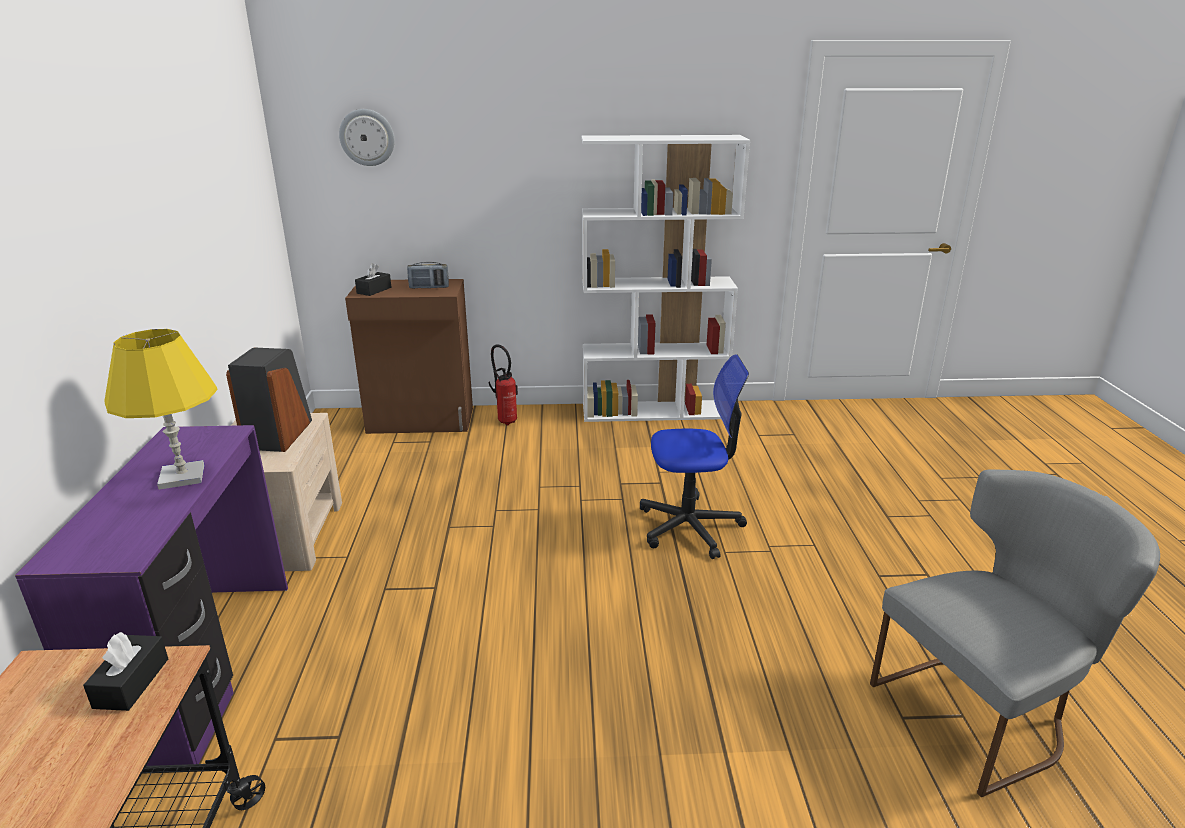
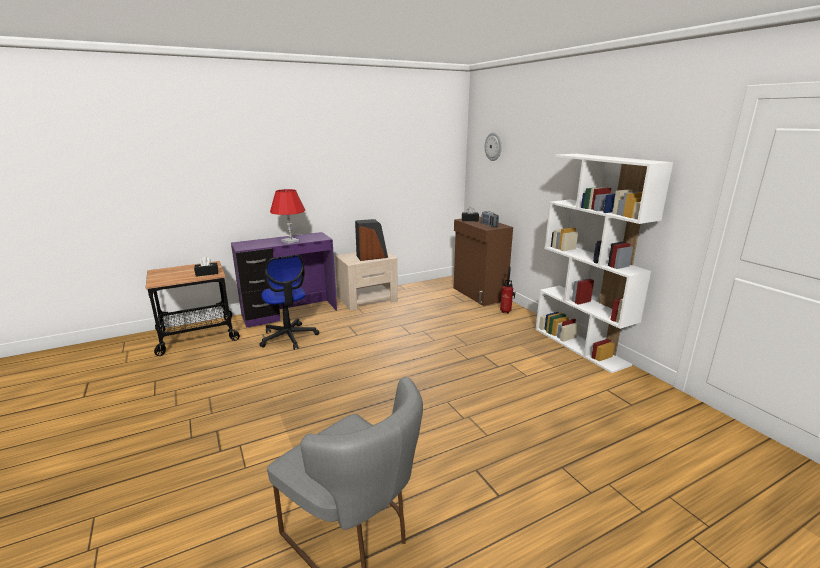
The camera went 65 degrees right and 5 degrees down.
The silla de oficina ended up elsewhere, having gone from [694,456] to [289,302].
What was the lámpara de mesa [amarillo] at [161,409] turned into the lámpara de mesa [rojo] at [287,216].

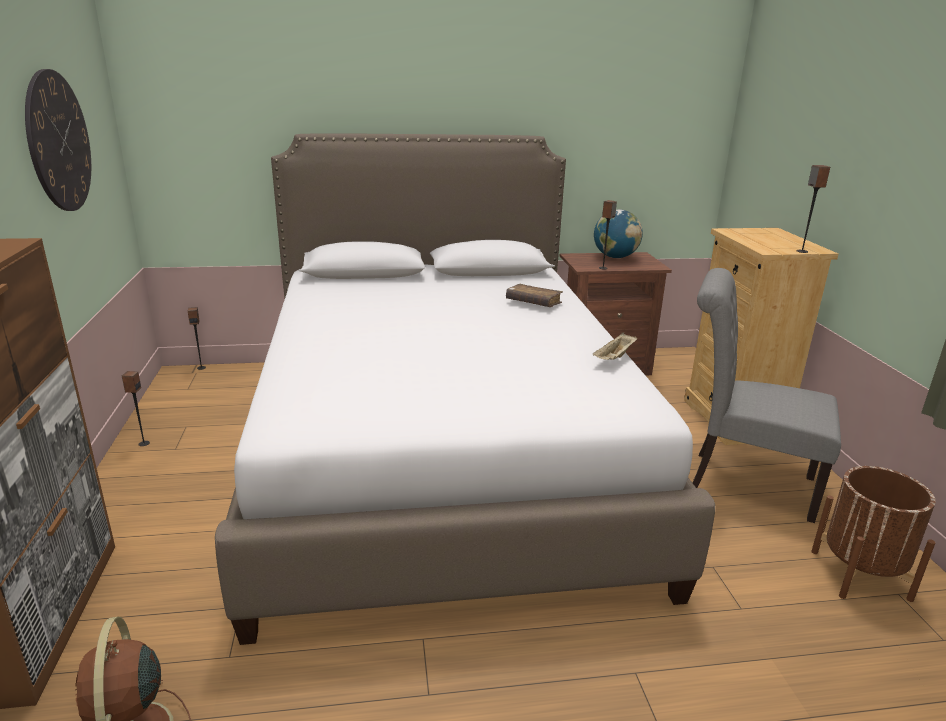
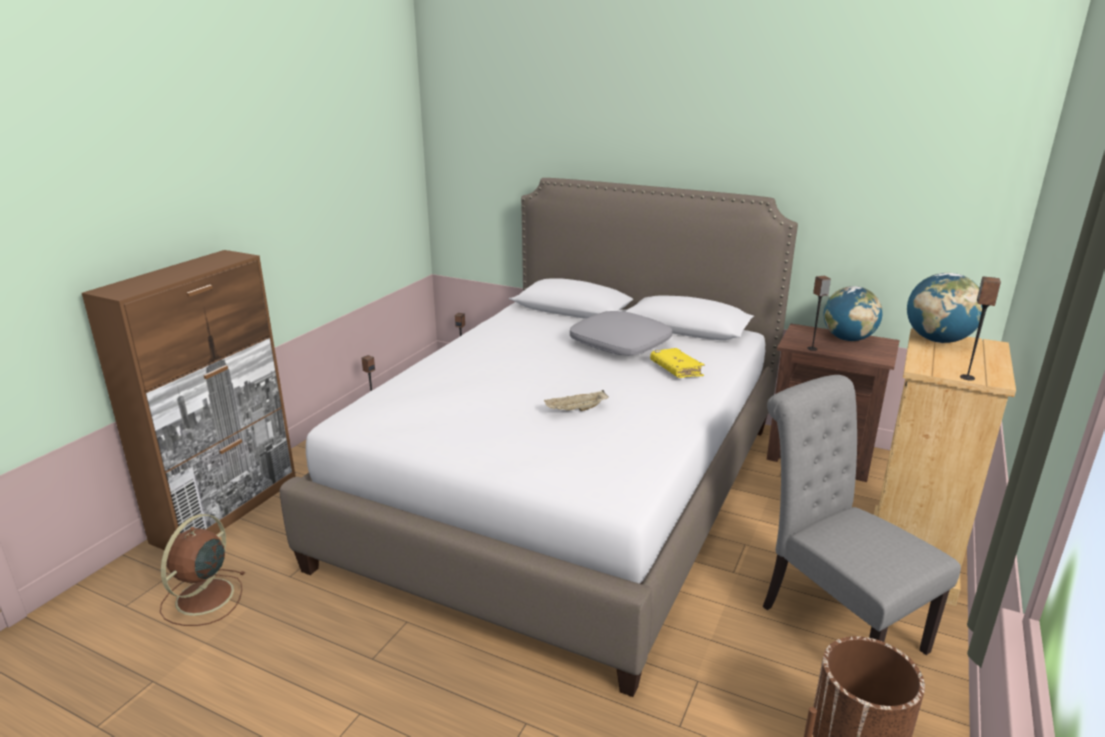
The camera went 35 degrees right and 0 degrees up.
The bandeja [beis] ended up elsewhere, having gone from [615,346] to [576,400].
The second view gained the cojín [gris] at [621,333].
What was the libro [marrón] at [534,295] turned into the libro [amarillo] at [677,363].
The second view gained the globo terráqueo at [944,308].
The second view lost the reloj de pared at [58,140].

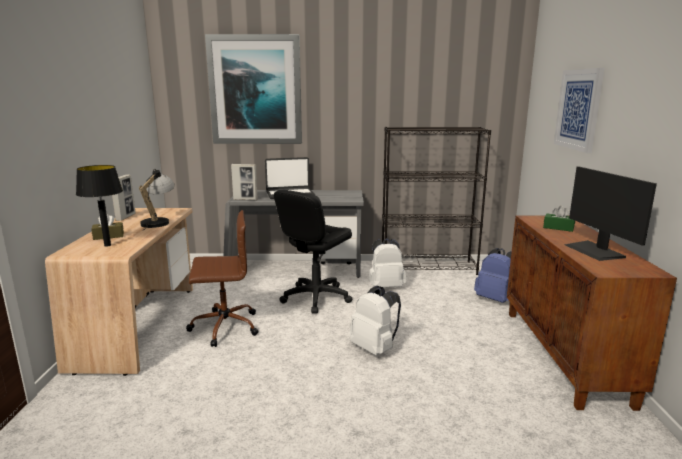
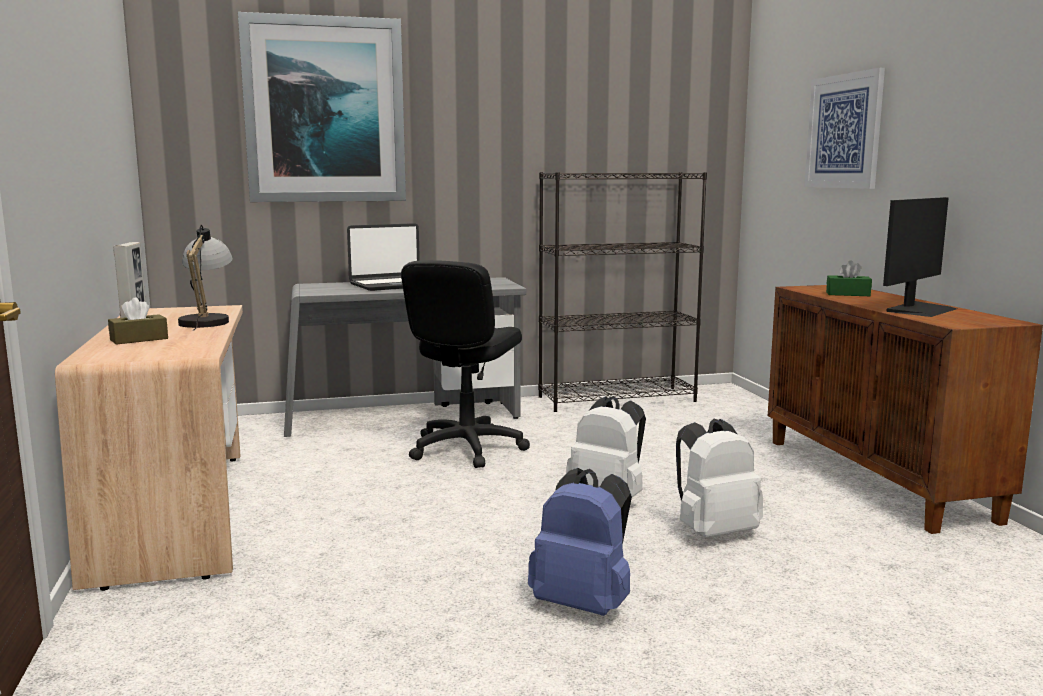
The camera went 15 degrees left and 5 degrees down.
The mochila [azul] ended up elsewhere, having gone from [493,275] to [580,542].
The mochila [blanco] ended up elsewhere, having gone from [387,263] to [719,478].
The monitor at [610,213] ended up facing another way, 105 degrees counterclockwise from before.
The second view lost the lámpara de mesa [negro] at [99,206].
The second view lost the silla de oficina [marrón] at [222,278].
The second view lost the portarretratos at [244,182].

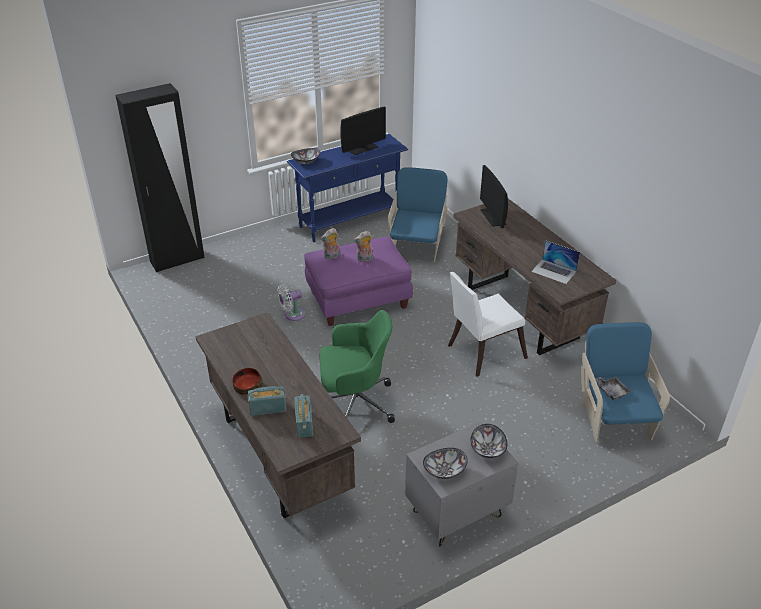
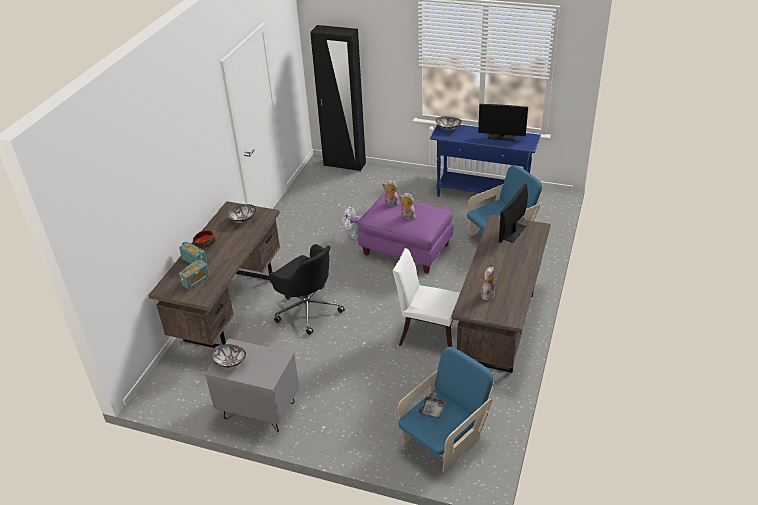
The camera went 50 degrees right and 0 degrees up.
The cuenco ended up elsewhere, having gone from [489,441] to [241,213].
What was the silla de oficina [verde] at [357,366] turned into the silla de oficina [negro] at [307,289].
Where the portátil stood at [555,262], the peluche came to stand at [487,283].

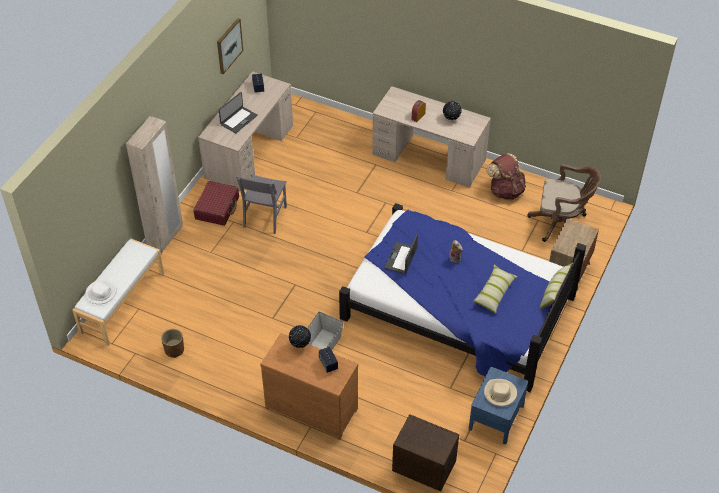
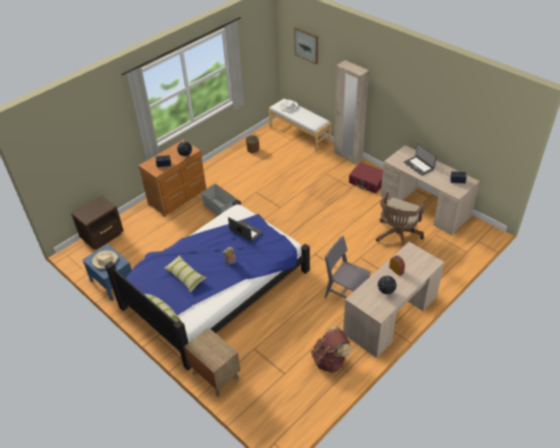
The camera went 110 degrees right and 5 degrees down.
The cuadro ended up elsewhere, having gone from [230,46] to [306,45].
The silla [gris] ended up elsewhere, having gone from [261,204] to [347,267].
The silla de oficina [marrón] ended up elsewhere, having gone from [564,203] to [400,219].

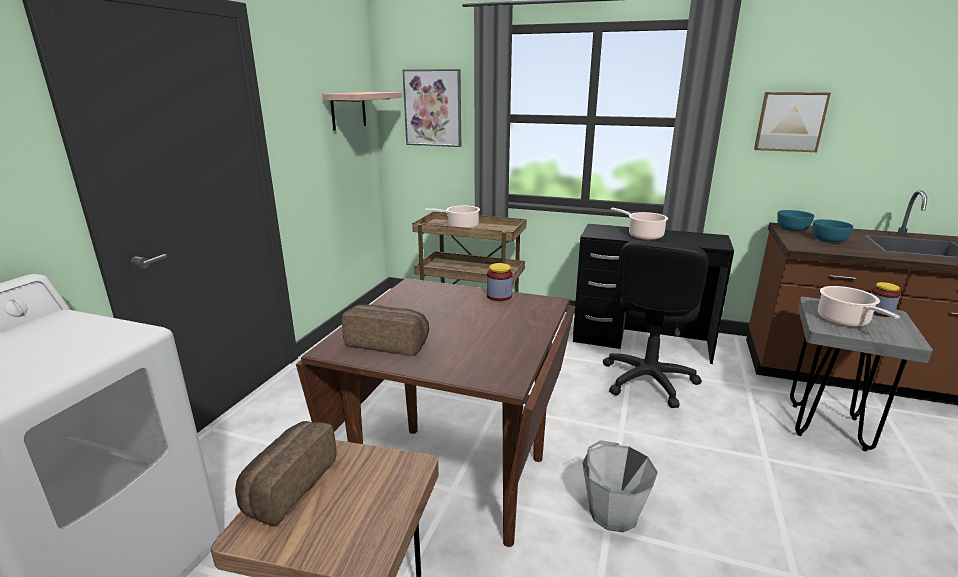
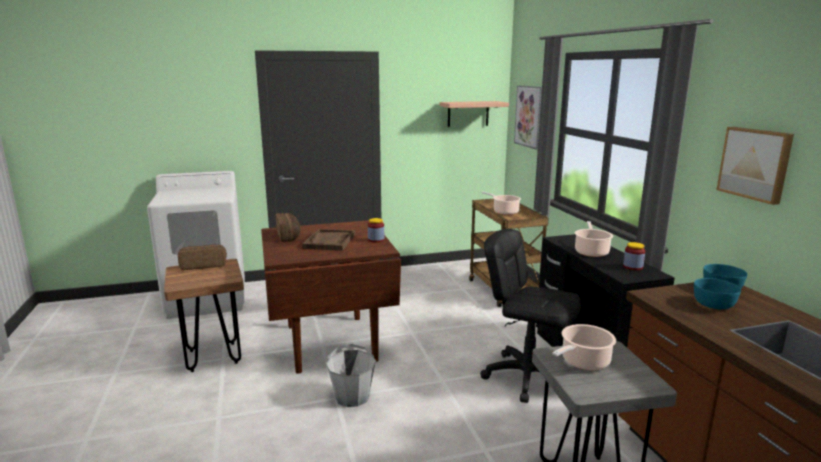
The camera went 55 degrees right and 5 degrees down.
The second view gained the bandeja [marrón] at [328,240].
The silla de oficina [negro] at [656,324] ended up facing another way, 45 degrees clockwise from before.
The tarro ended up elsewhere, having gone from [885,299] to [634,256].

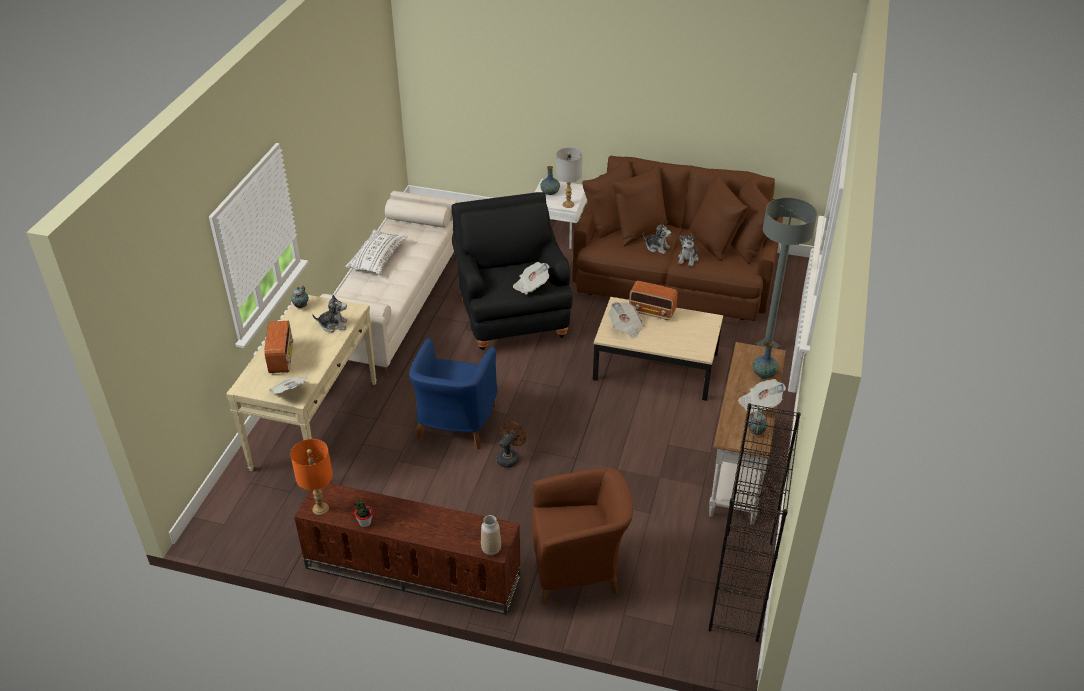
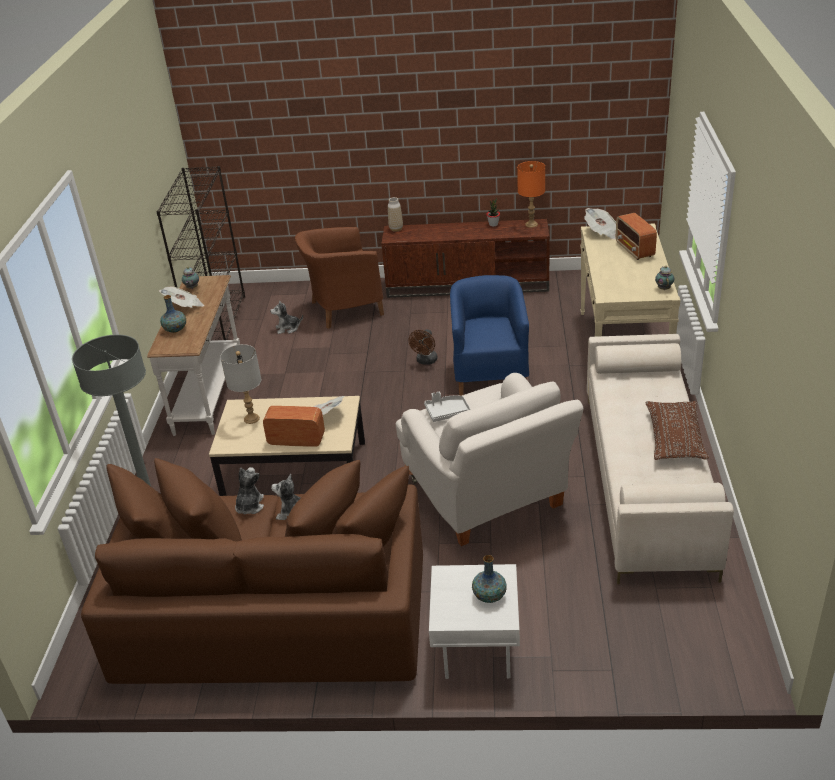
The camera went 170 degrees right and 5 degrees down.
The lámpara de mesa [gris] ended up elsewhere, having gone from [569,178] to [240,384].
The peluche ended up elsewhere, having gone from [329,313] to [286,317].
What was the sillón [negro] at [512,271] turned into the sillón [blanco] at [490,459].
Where the periódico stood at [531,278], the bandeja [gris] came to stand at [447,407].
What was the cojín [blanco] at [376,252] turned into the cojín [marrón] at [677,430].

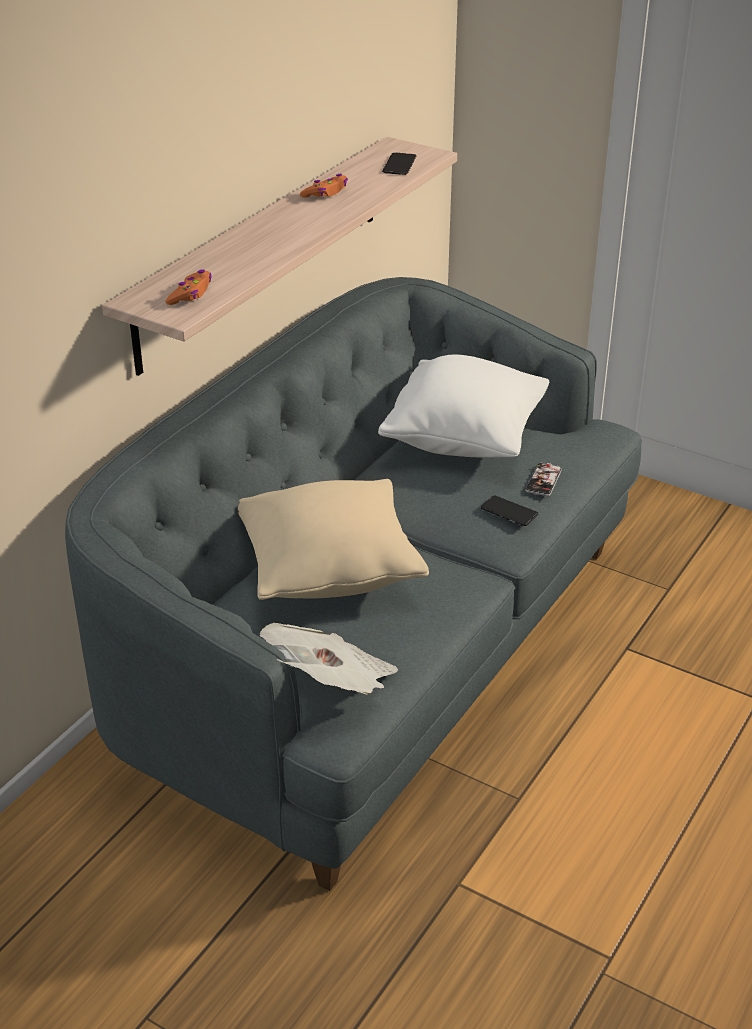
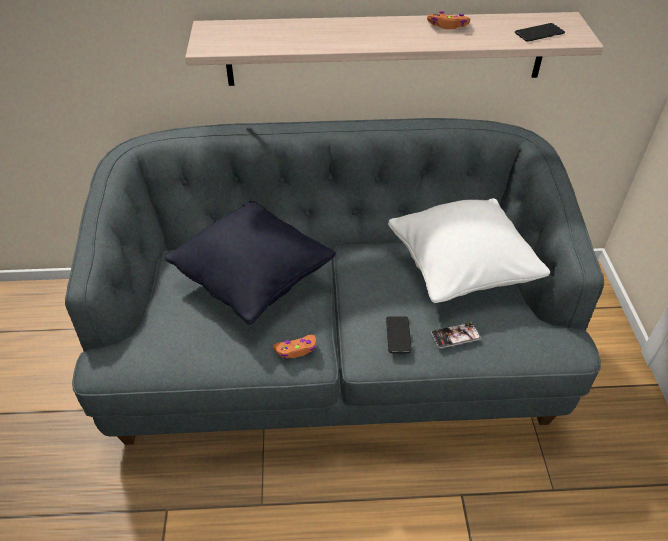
The camera went 55 degrees right and 10 degrees up.
What was the cojín [beis] at [333,539] turned into the cojín [negro] at [250,262].
The mando de consola [naranja] ended up elsewhere, having gone from [188,287] to [294,347].
The second view lost the periódico at [329,658].

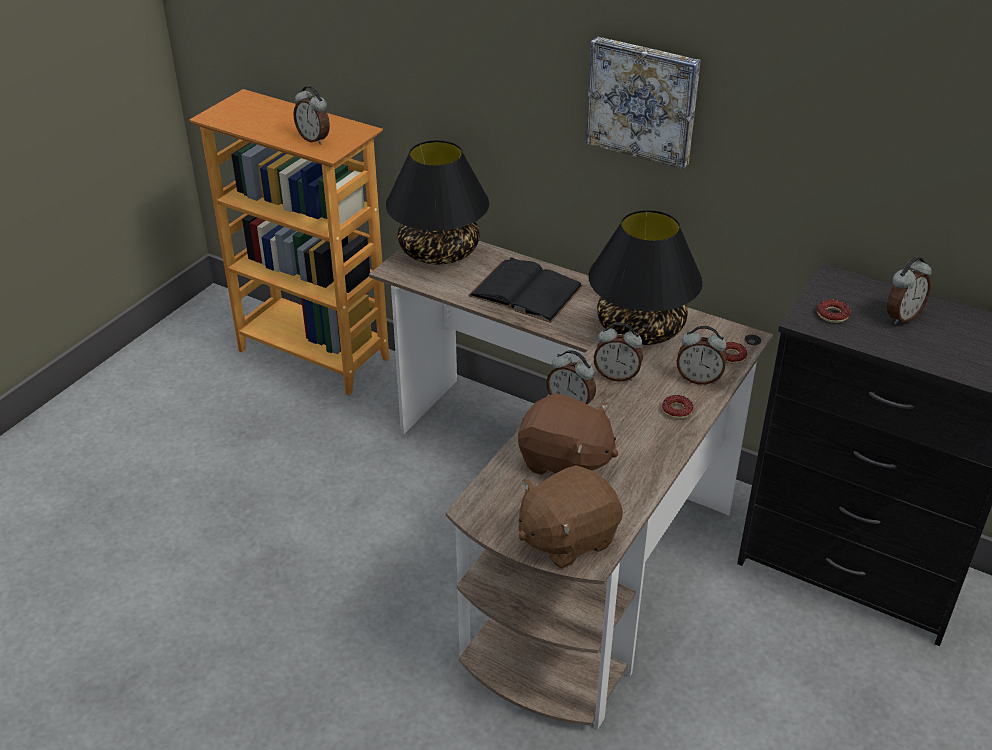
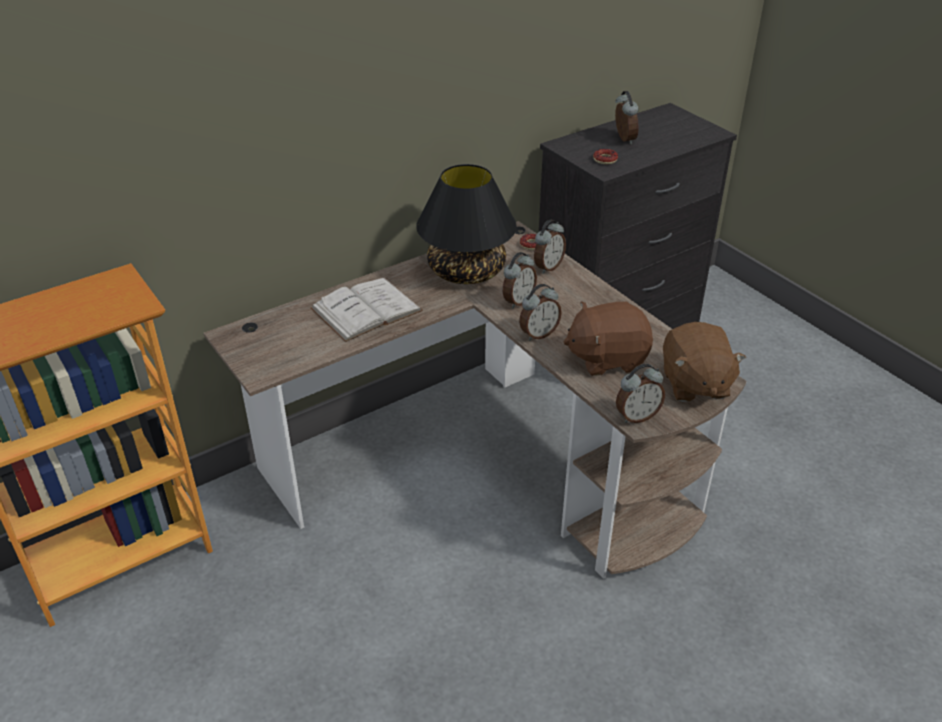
The camera went 65 degrees left and 0 degrees up.
What was the libro [negro] at [525,290] turned into the libro [blanco] at [366,310].
The peluche [marrón] at [568,434] ended up facing another way, 150 degrees counterclockwise from before.
The despertador ended up elsewhere, having gone from [311,115] to [640,393].
The second view lost the lámpara de mesa [negro] at [438,202].
The second view lost the cuadro at [643,102].
The second view lost the rosquilla at [677,407].

